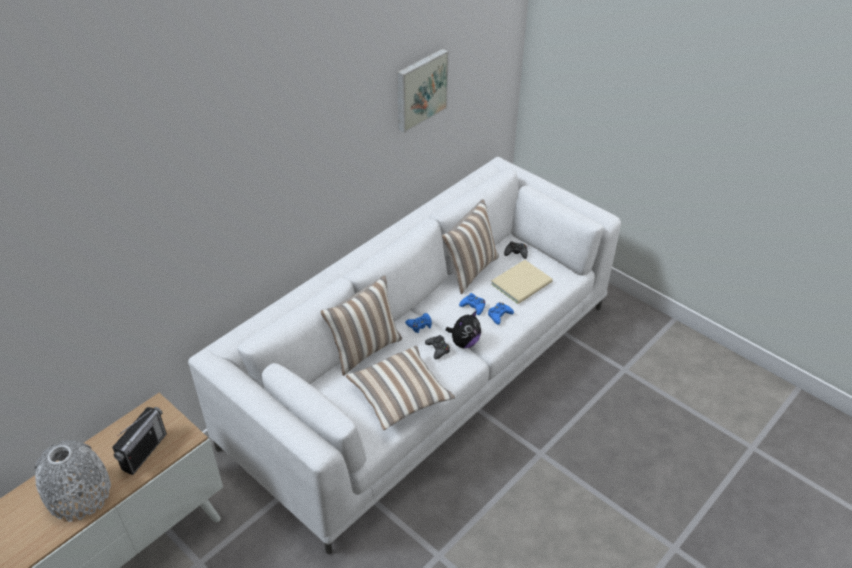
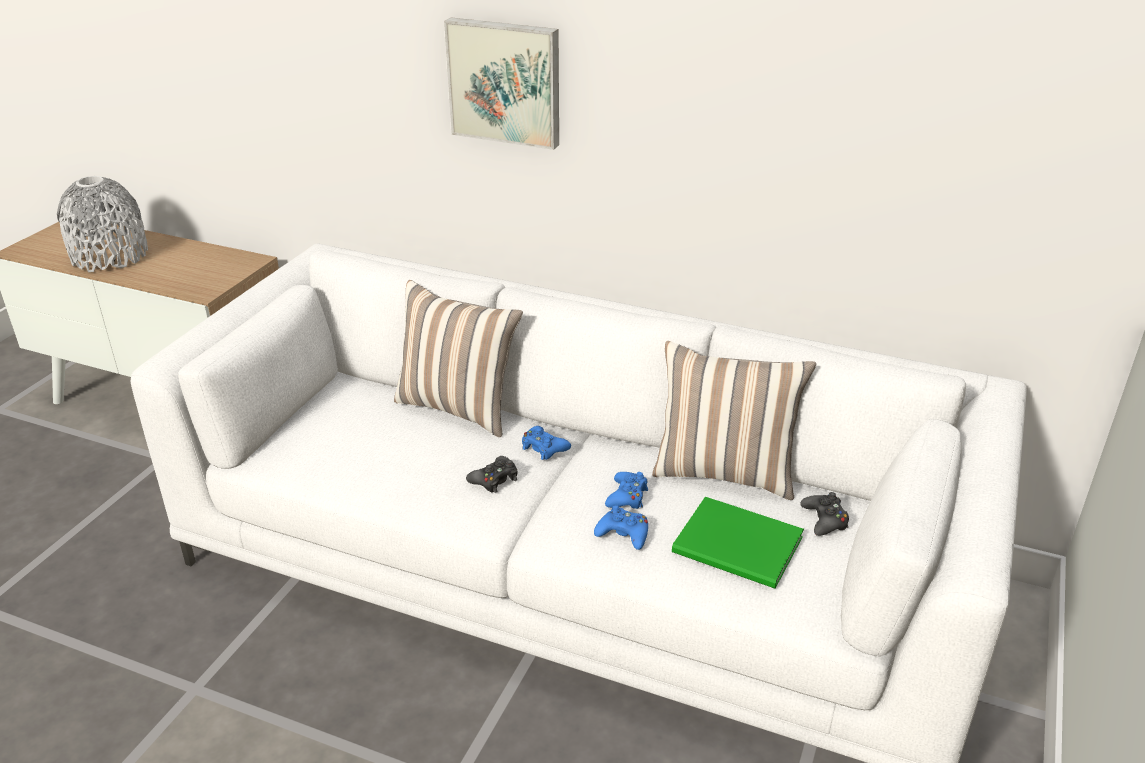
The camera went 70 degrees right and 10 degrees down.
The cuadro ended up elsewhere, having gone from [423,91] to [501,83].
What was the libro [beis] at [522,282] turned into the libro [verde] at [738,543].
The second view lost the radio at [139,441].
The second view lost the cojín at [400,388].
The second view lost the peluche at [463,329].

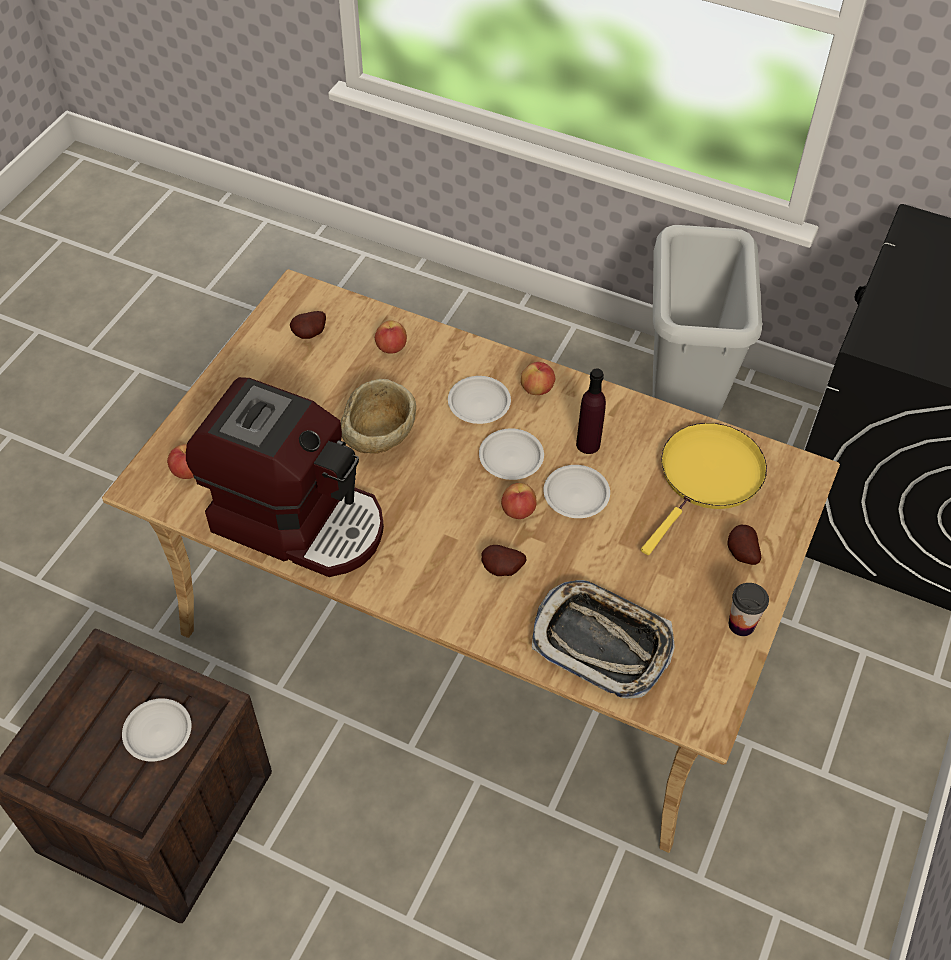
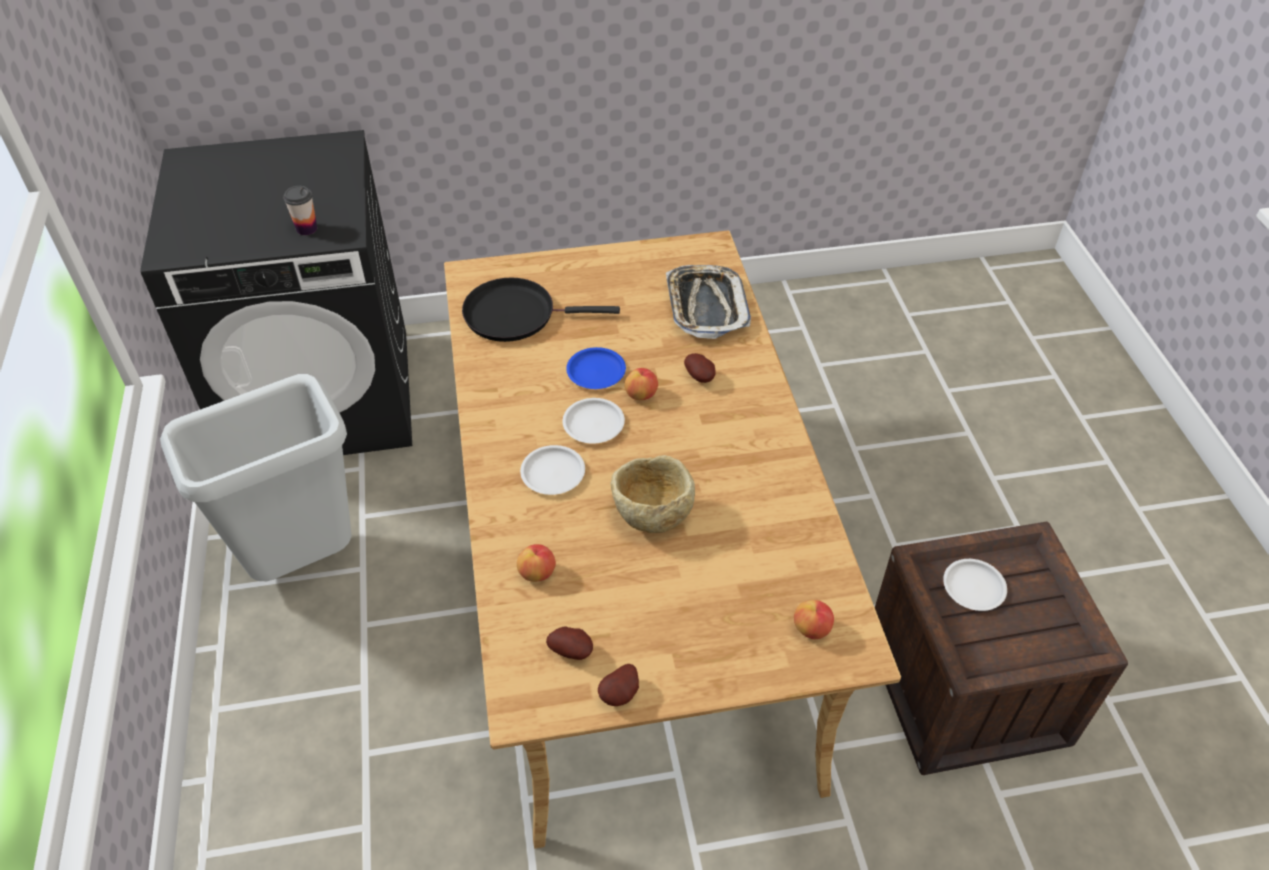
The camera went 125 degrees left and 5 degrees down.
The taza ended up elsewhere, having gone from [749,609] to [300,210].
What was the sartén [amarillo] at [704,489] turned into the sartén [negro] at [541,309].
What was the plato [blanco] at [577,491] turned into the plato [azul] at [596,368].
The patata ended up elsewhere, having gone from [744,545] to [618,685].
The second view lost the cafetera at [285,477].
The second view lost the manzana at [538,378].
The second view lost the botella [morado] at [591,411].

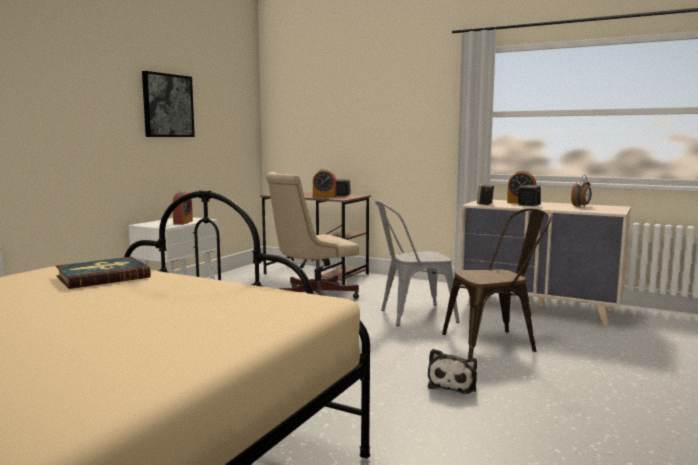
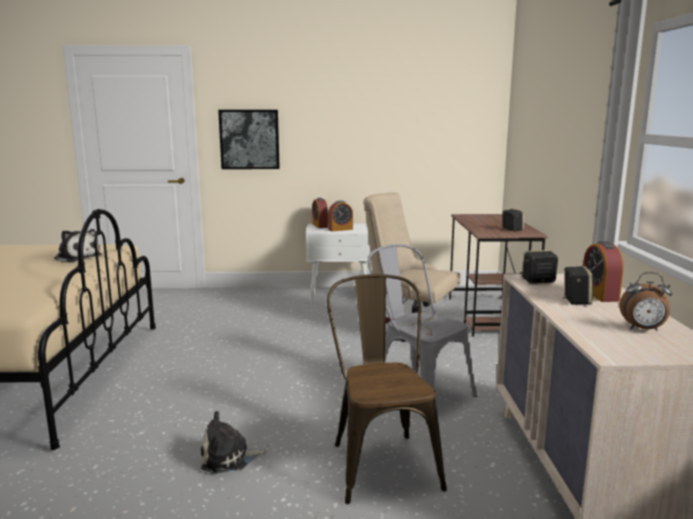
The camera went 60 degrees right and 5 degrees up.
Where the libro stood at [103,273], the peluche came to stand at [77,245].
The cuadro ended up elsewhere, having gone from [168,104] to [249,139].
The despertador ended up elsewhere, having gone from [324,183] to [320,213].
The silla [marrón] at [496,283] ended up facing another way, 150 degrees counterclockwise from before.

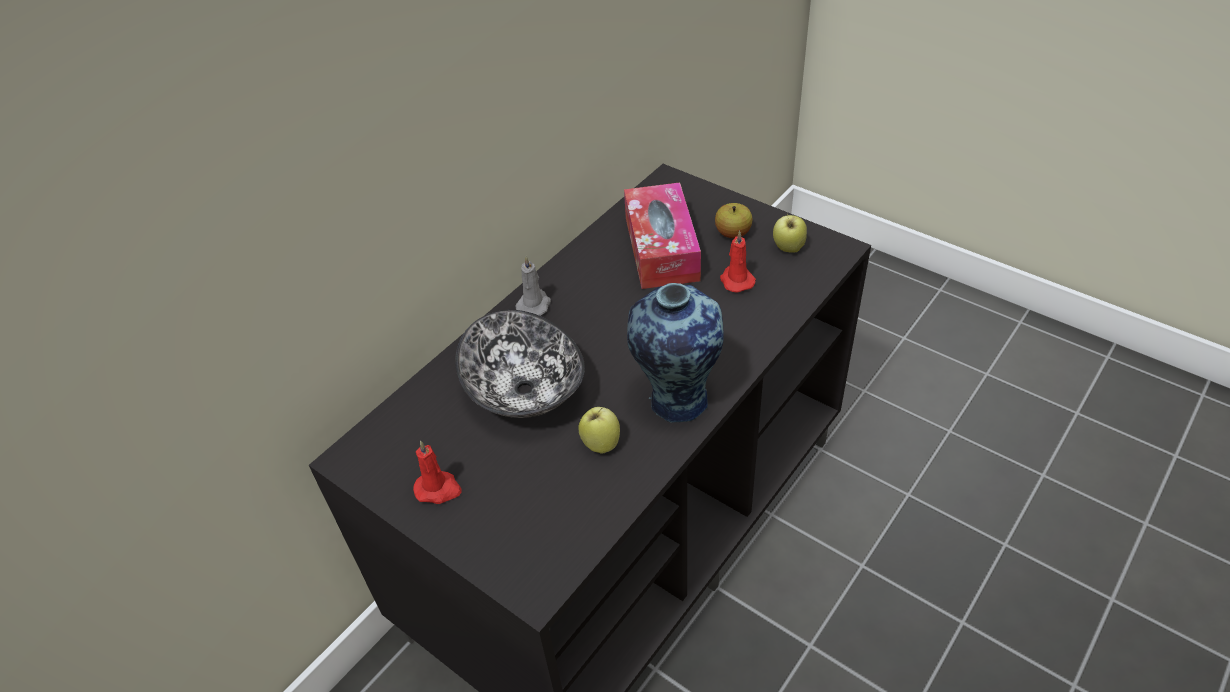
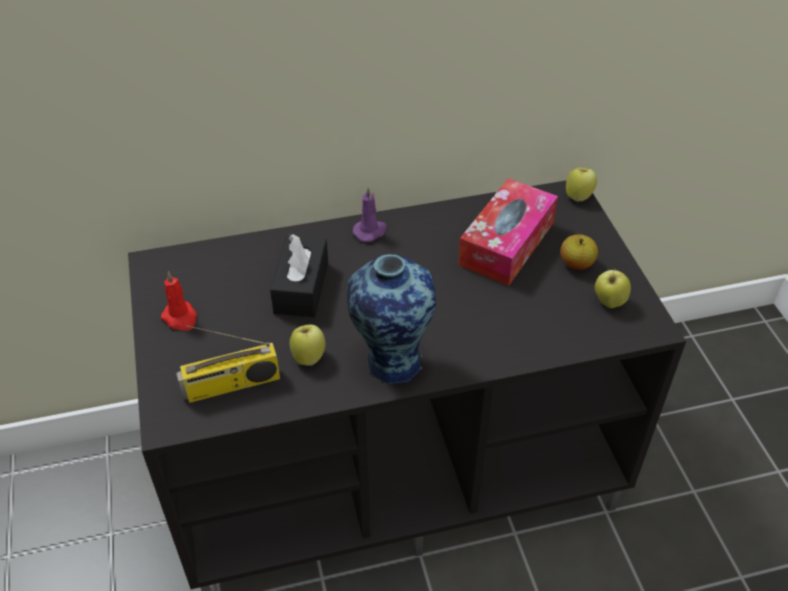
The camera went 35 degrees right and 0 degrees up.
The second view gained the radio at [228,364].
Where the cuenco stood at [520,364], the caja de pañuelos [negro] came to stand at [299,275].
What was the vela [gris] at [533,286] turned into the vela [morado] at [370,214].
The second view gained the manzana at [581,185].
The second view lost the vela [rojo] at [738,261].

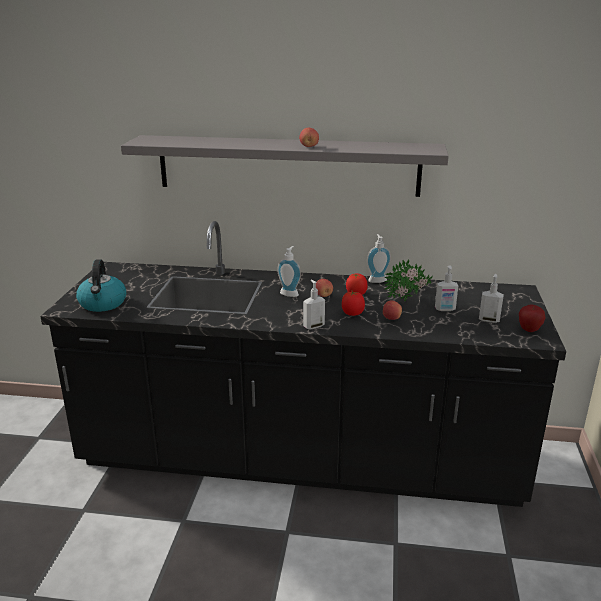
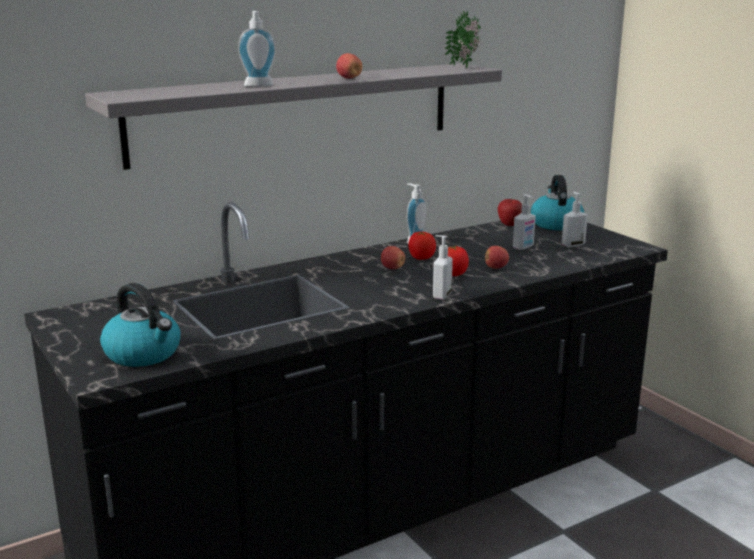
The camera went 40 degrees left and 5 degrees down.
The dispensador de jabón ended up elsewhere, having gone from [289,271] to [257,49].
The planta en maceta ended up elsewhere, having gone from [409,280] to [463,39].
The manzana ended up elsewhere, having gone from [532,318] to [509,212].
The second view gained the hervidor at [557,202].

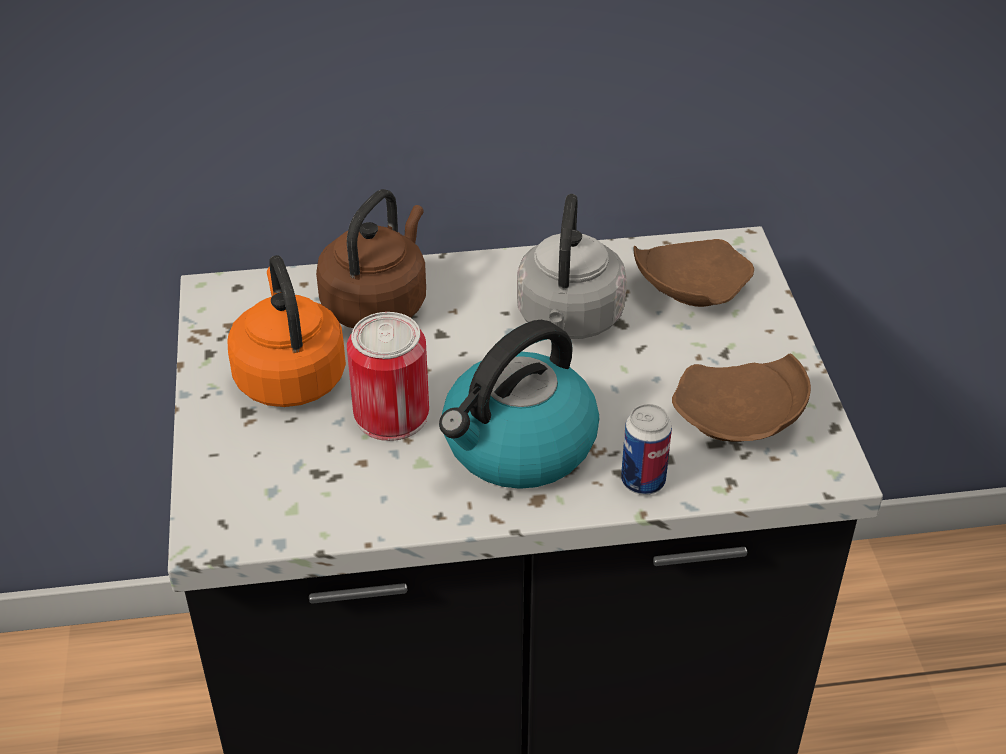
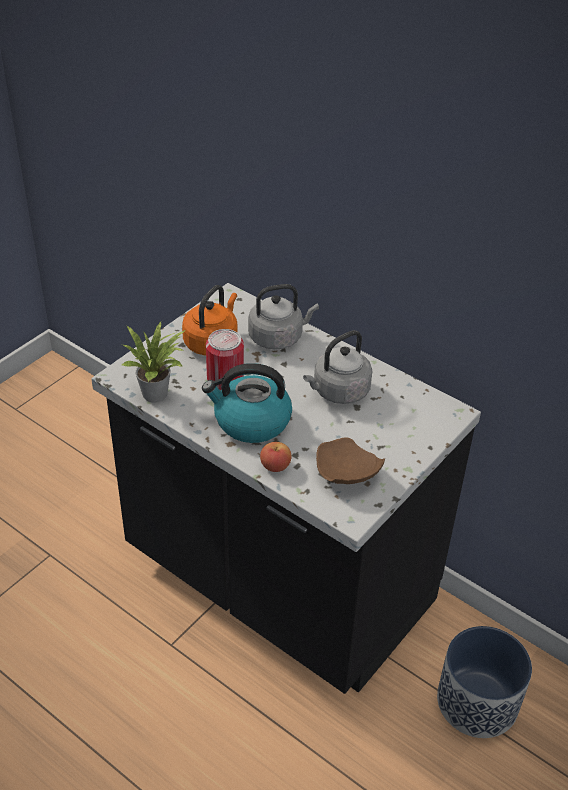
The camera went 45 degrees right and 0 degrees up.
The second view gained the planta en maceta at [154,362].
What was the hervidor [marrón] at [371,258] turned into the hervidor [gris] at [283,317].
Where the lata stood at [646,449], the manzana came to stand at [275,457].
The second view gained the maceta at [484,682].
The second view lost the plato [marrón] at [694,273].

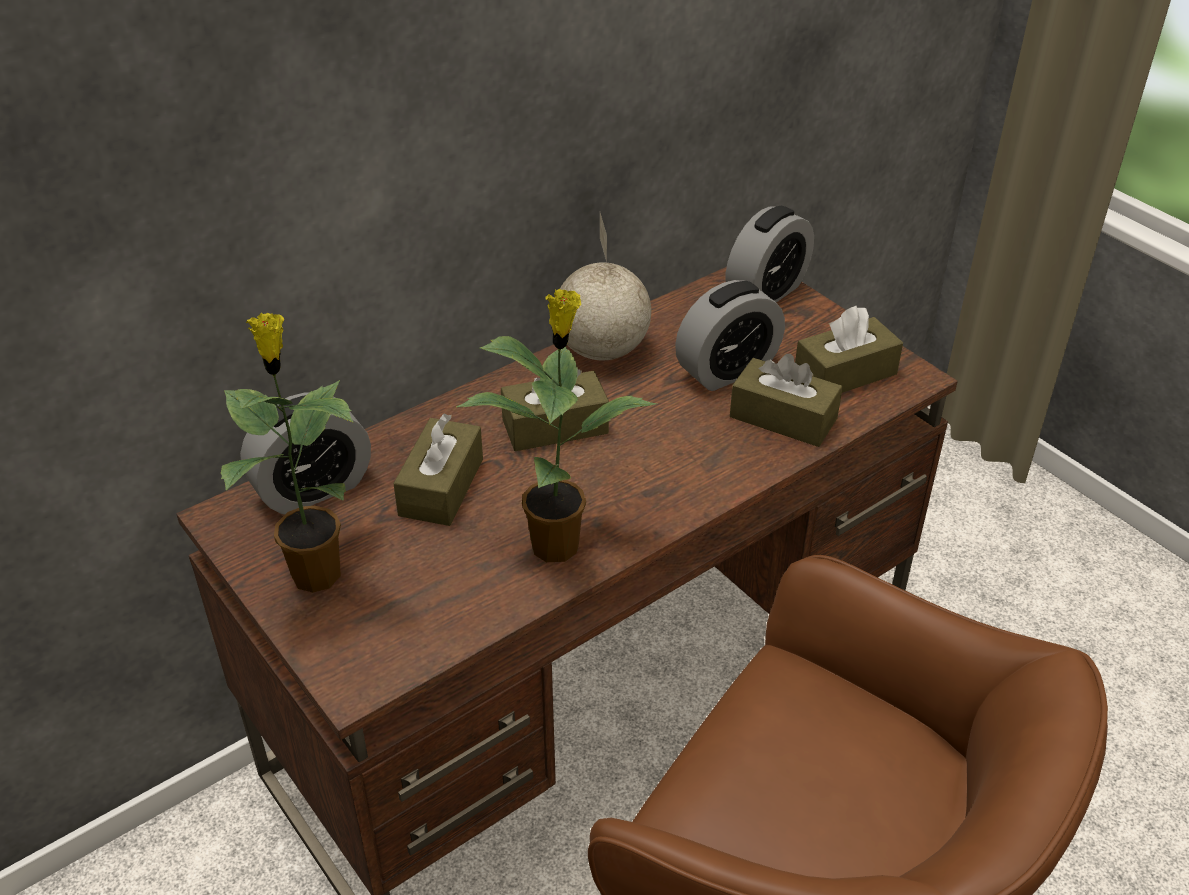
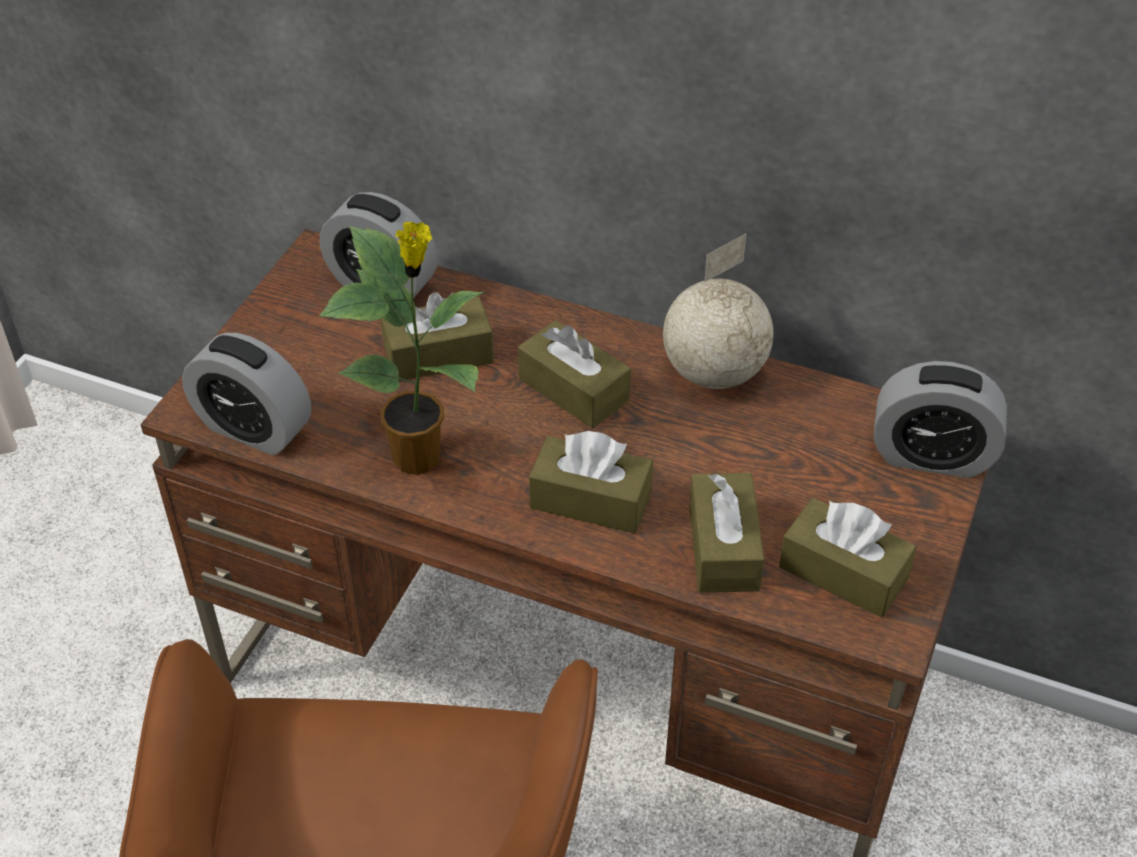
The camera went 60 degrees right and 5 degrees up.
The despertador ended up elsewhere, having gone from [730,335] to [246,394].
The second view gained the caja de pañuelos [marrón] at [591,482].
The second view lost the planta en maceta at [287,452].

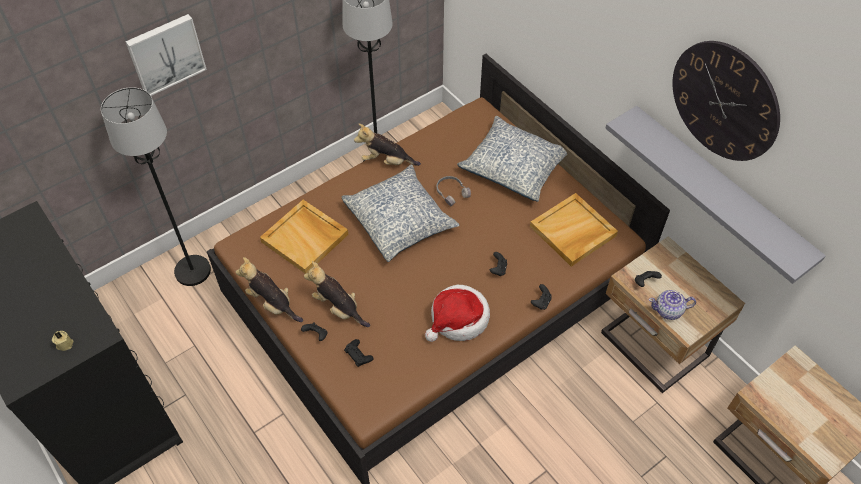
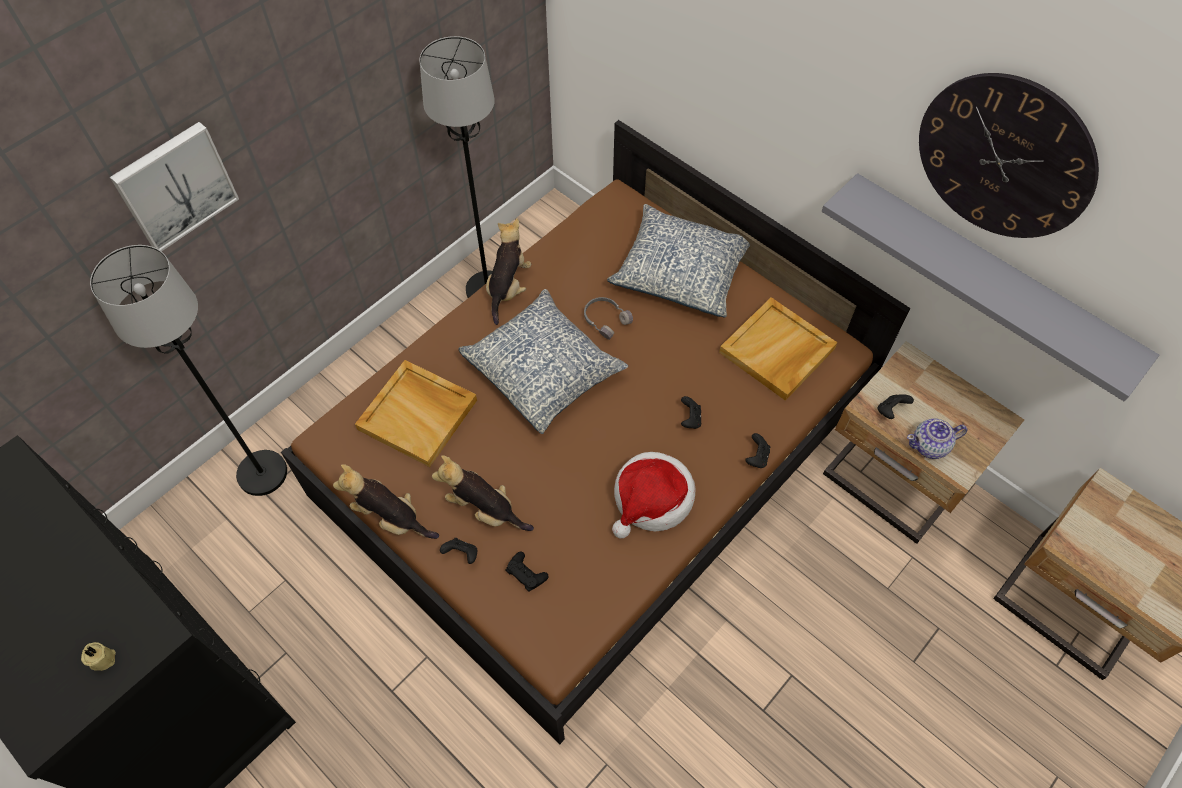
The camera went 10 degrees left and 5 degrees up.
The peluche at [387,145] ended up facing another way, 105 degrees clockwise from before.

